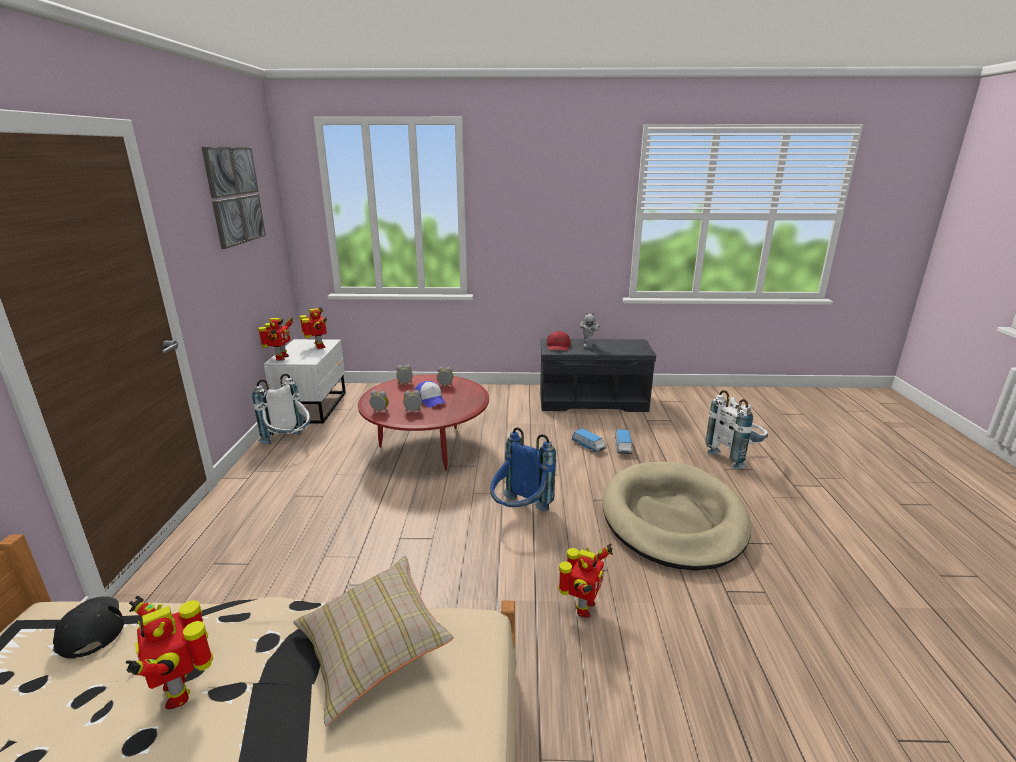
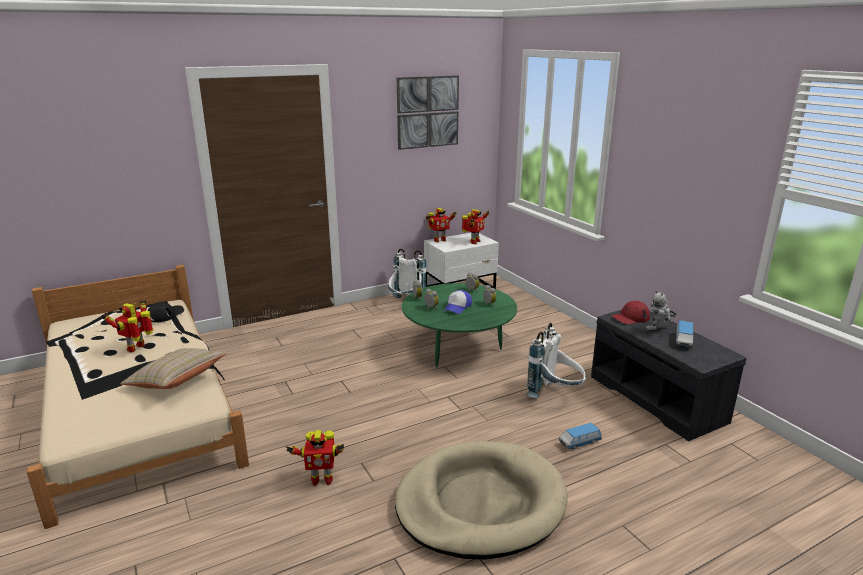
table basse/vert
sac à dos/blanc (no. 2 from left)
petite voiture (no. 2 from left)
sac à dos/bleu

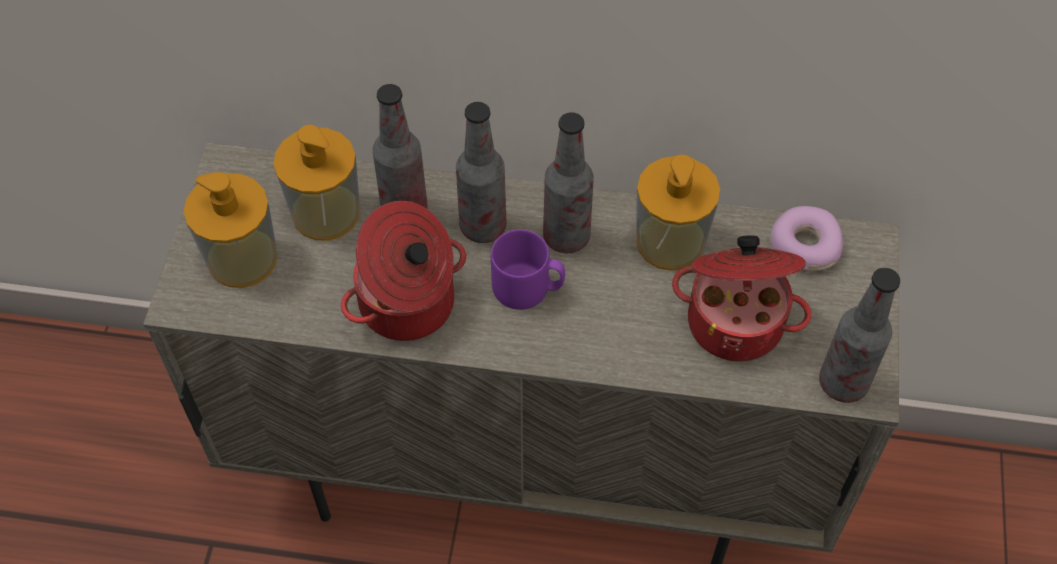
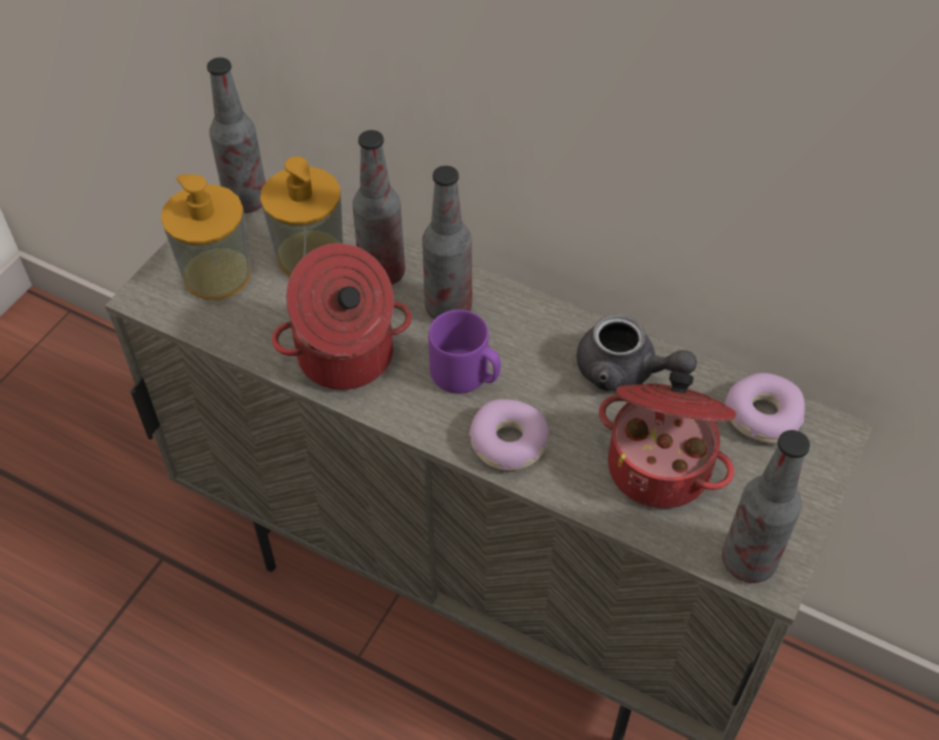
bouteille (no. 1 from left)
beignet (no. 1 from left)
théière/gris

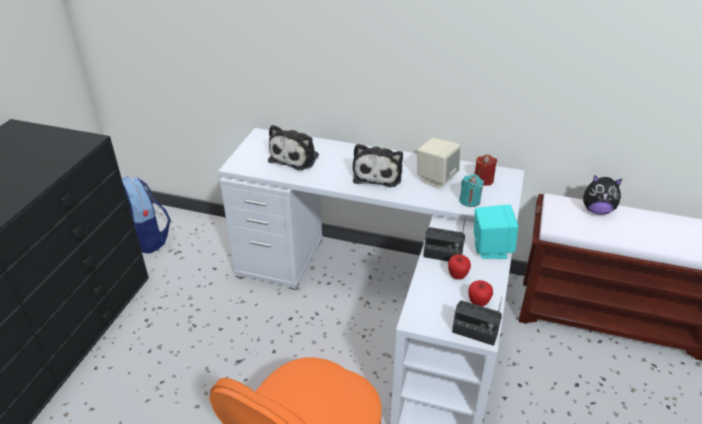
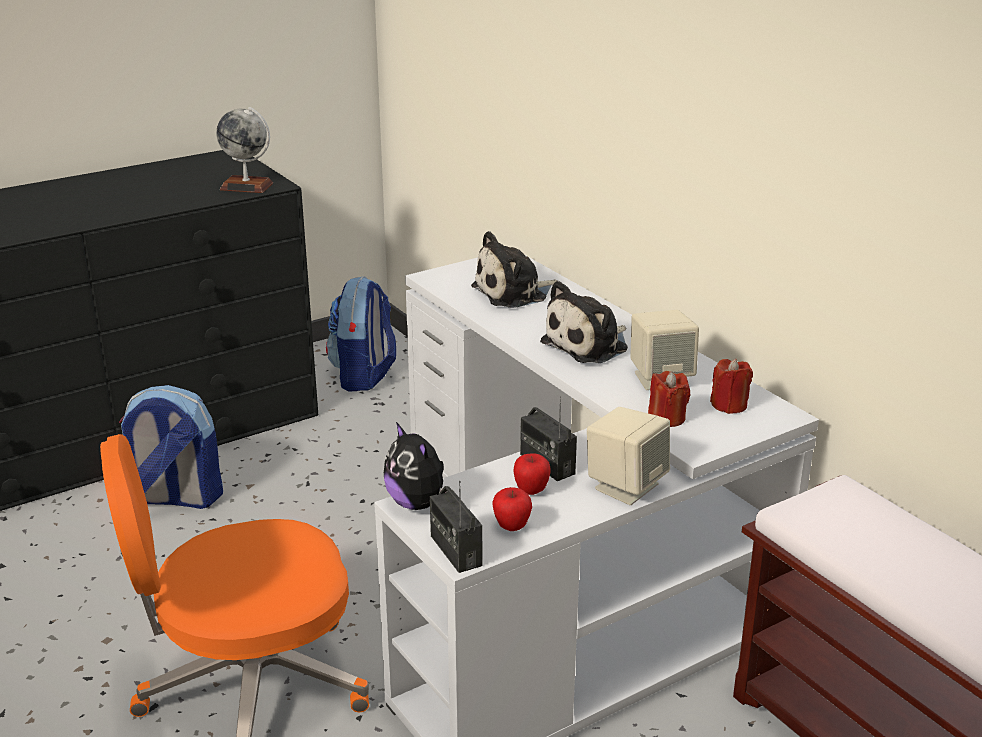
sac à dos (no. 1 from left)
globe
peluche (no. 1 from left)
enceinte/beige (no. 1 from left)
bougie/rouge (no. 1 from left)

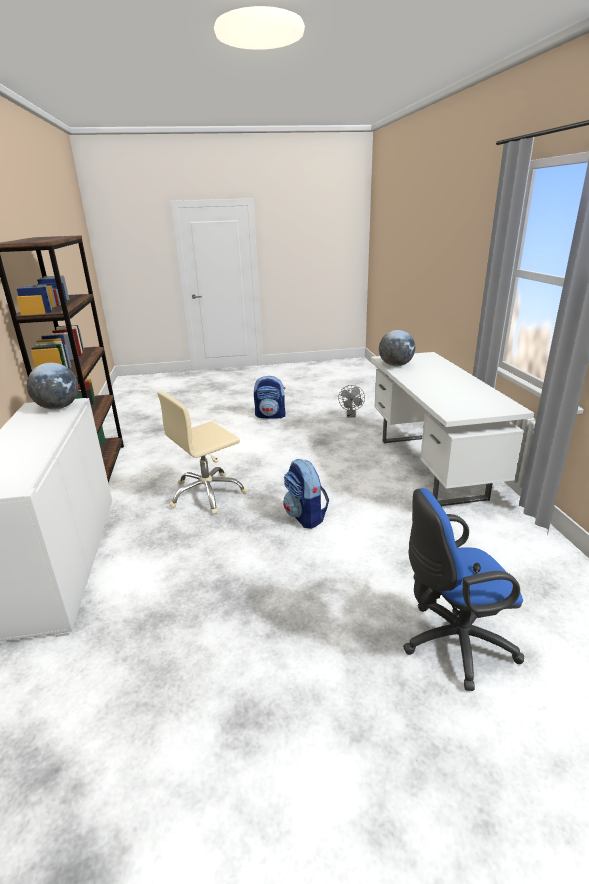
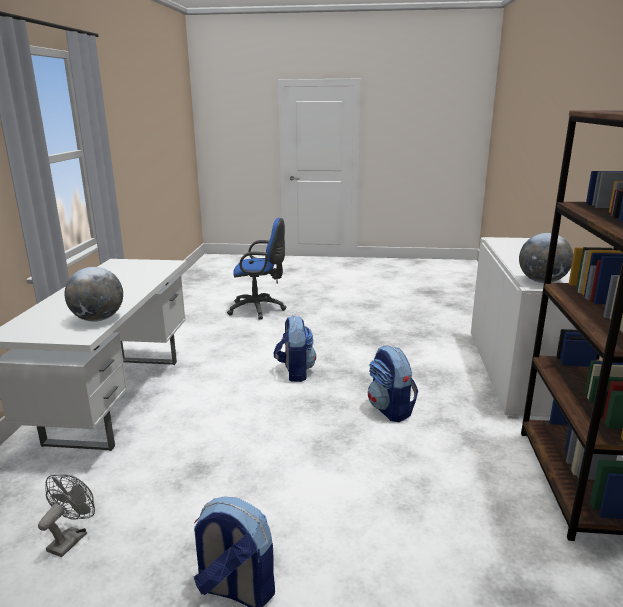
sac à dos (no. 3 from left)

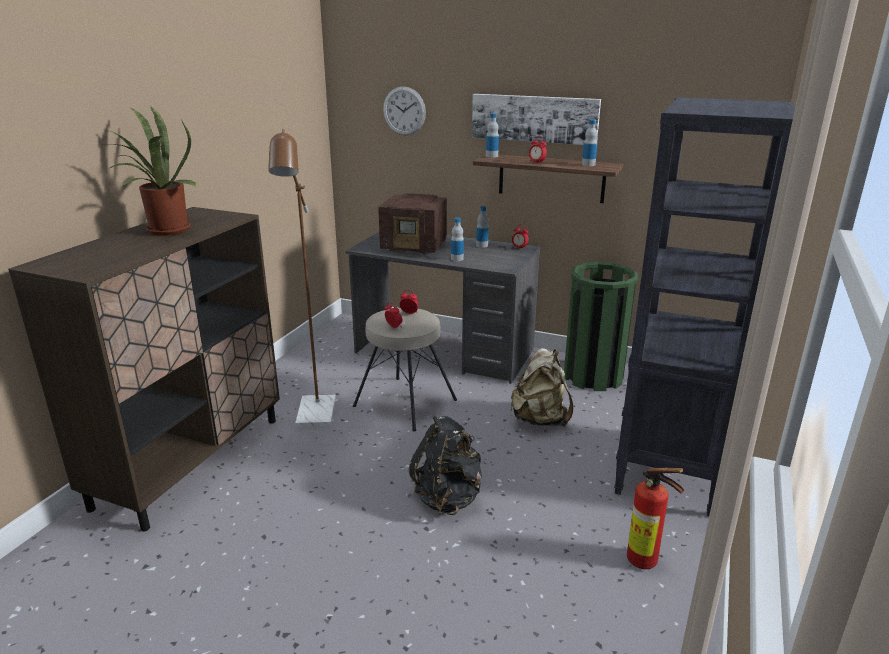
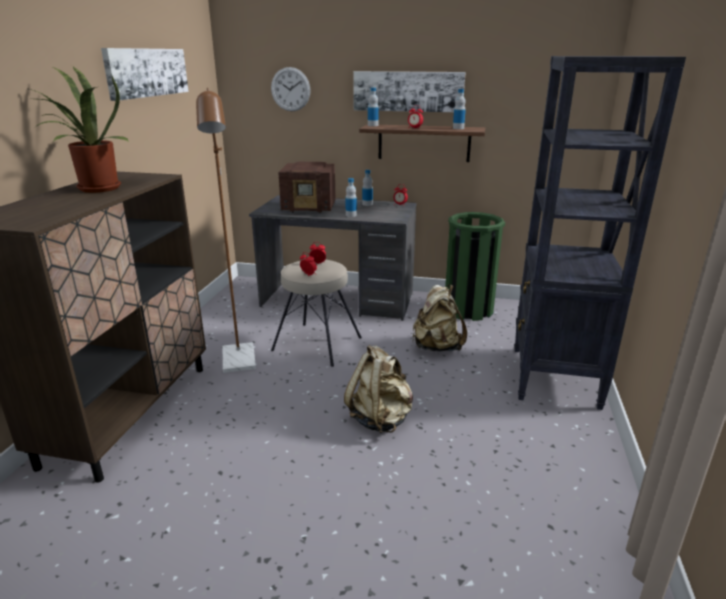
tableau (no. 1 from left)
sac à dos/beige (no. 1 from left)
extincteur

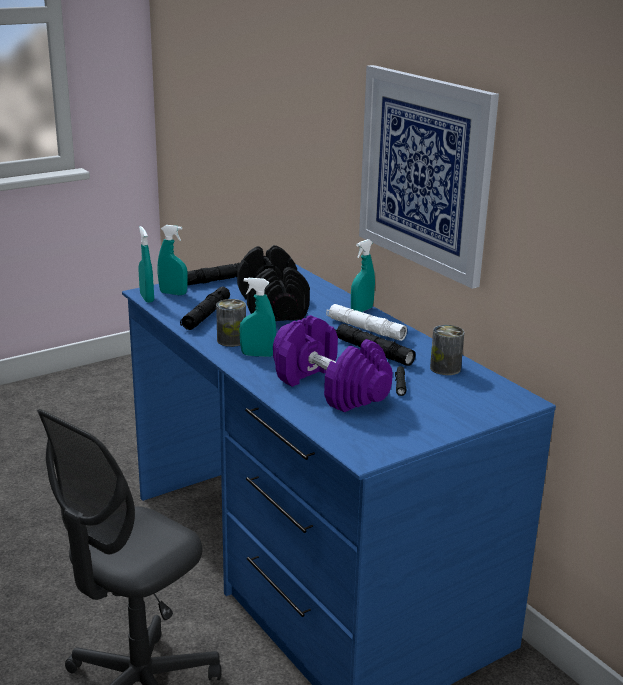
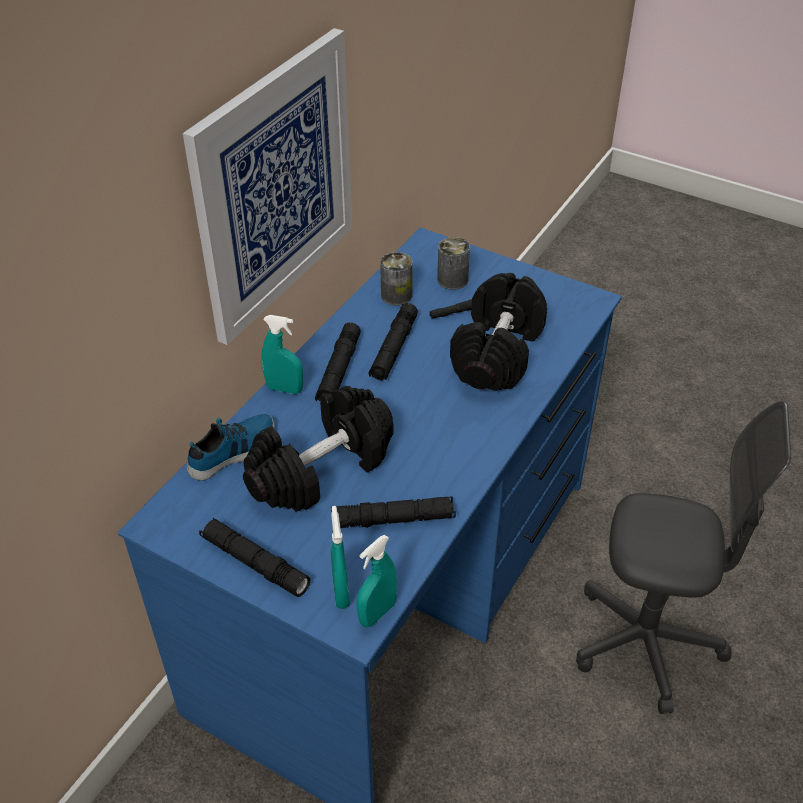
chaussure
lampe de poche/noir (no. 2 from left)
boîte métallique (no. 2 from left)
haltère/noir (no. 2 from left)
vaporisateur/turquoise (no. 3 from left in the first image)

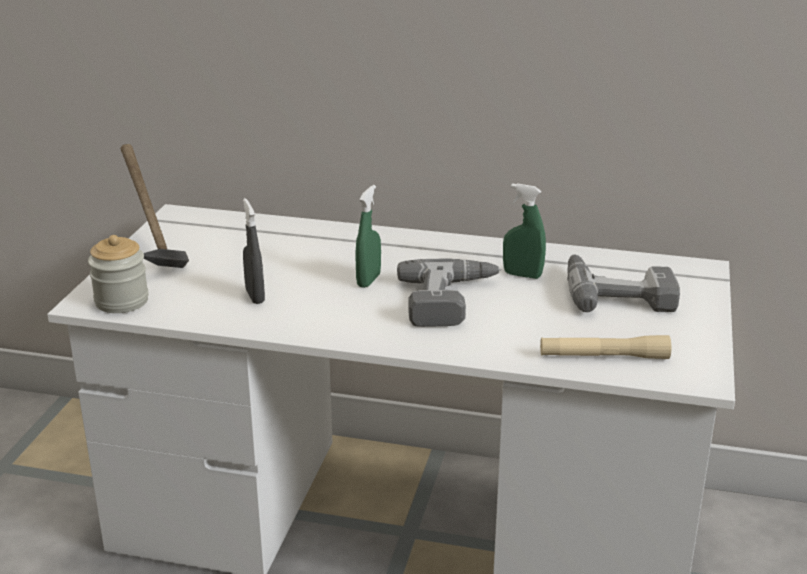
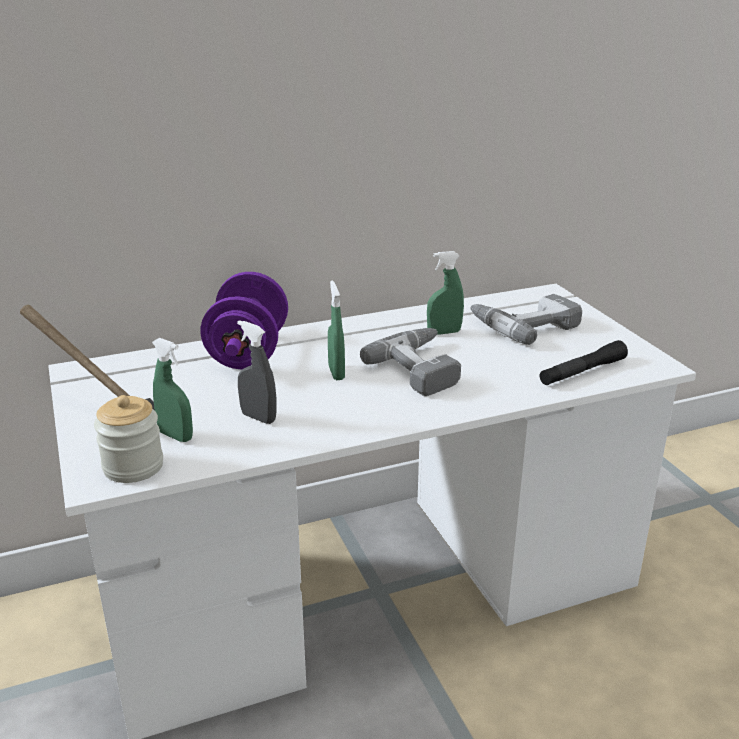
vaporisateur/vert (no. 1 from left)
haltère/violet
lampe de poche/noir

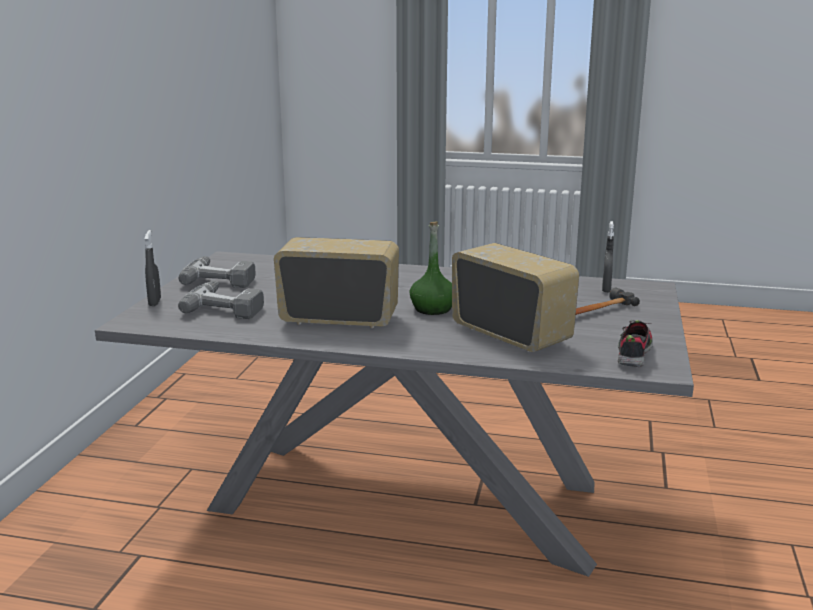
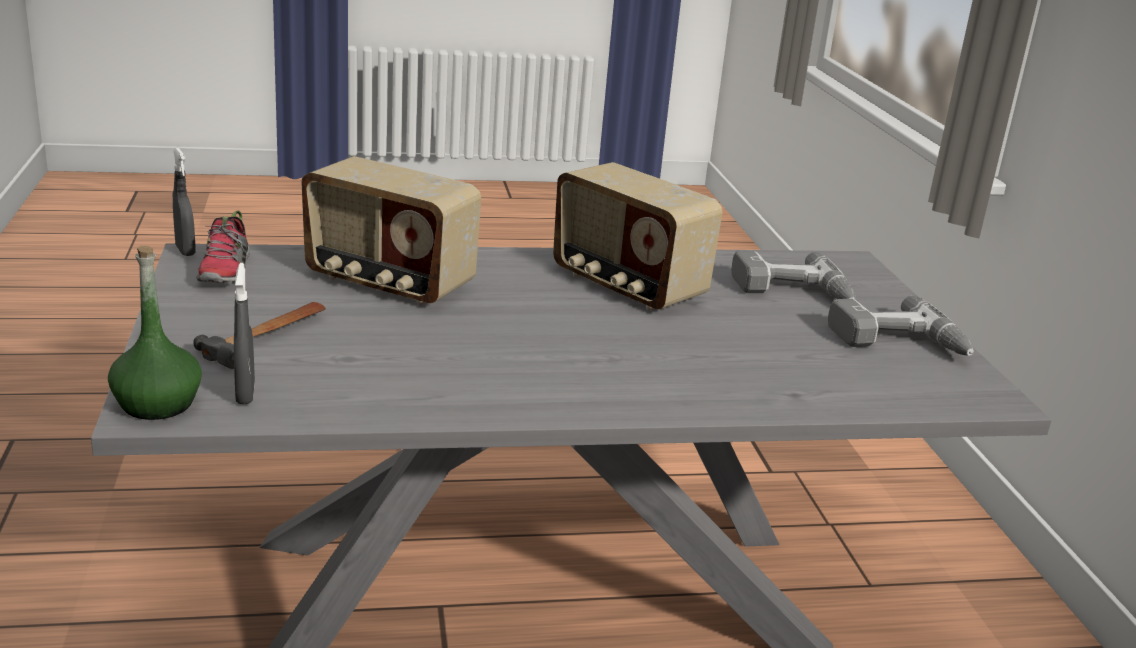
bouteille/vert
vaporisateur/gris (no. 1 from left)
radio (no. 2 from left)

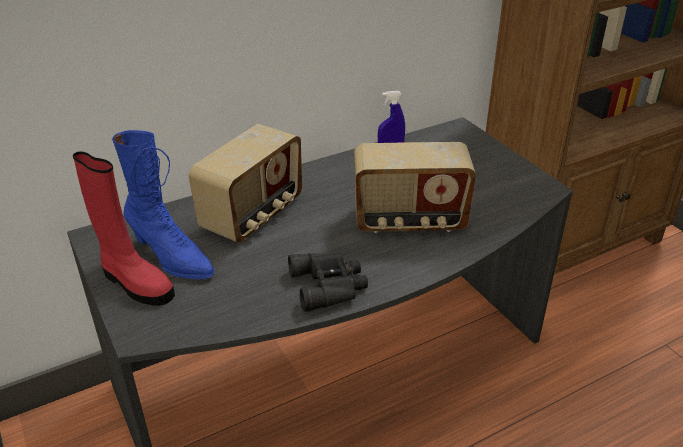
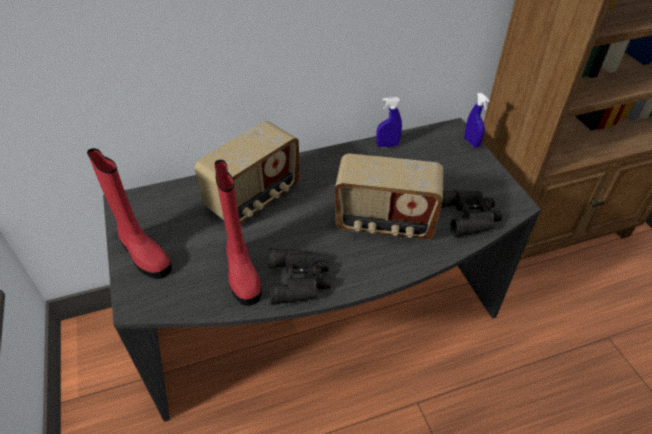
botte/rouge (no. 2 from left)
jumelles/noir (no. 2 from left)
vaporisateur/bleu (no. 2 from left)
botte/bleu

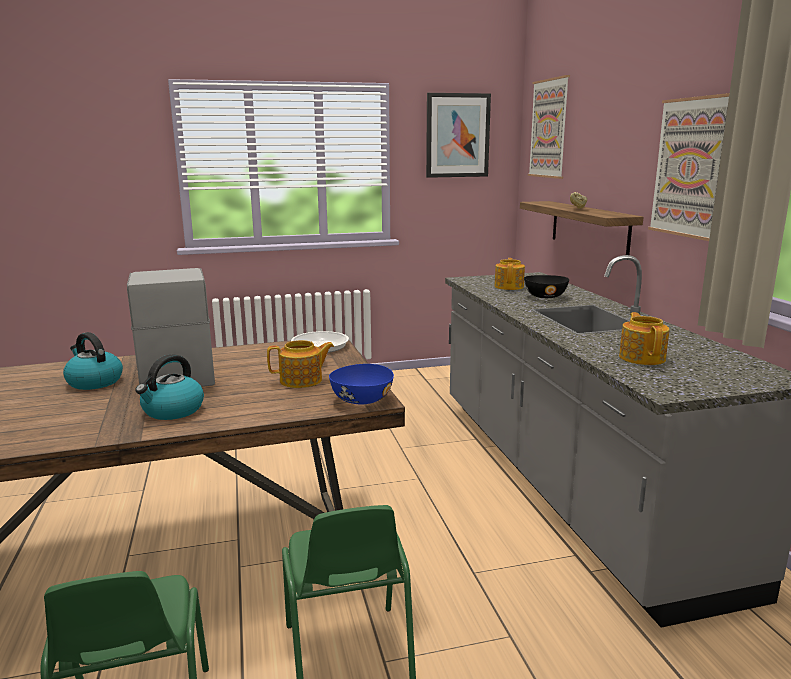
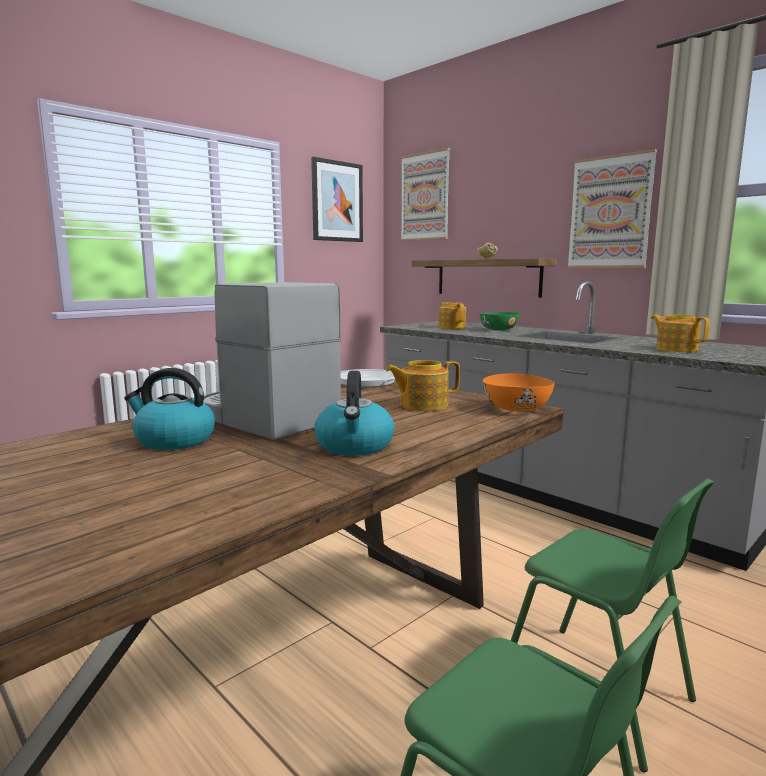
théière (no. 1 from left)
bol/vert
bol/orange

